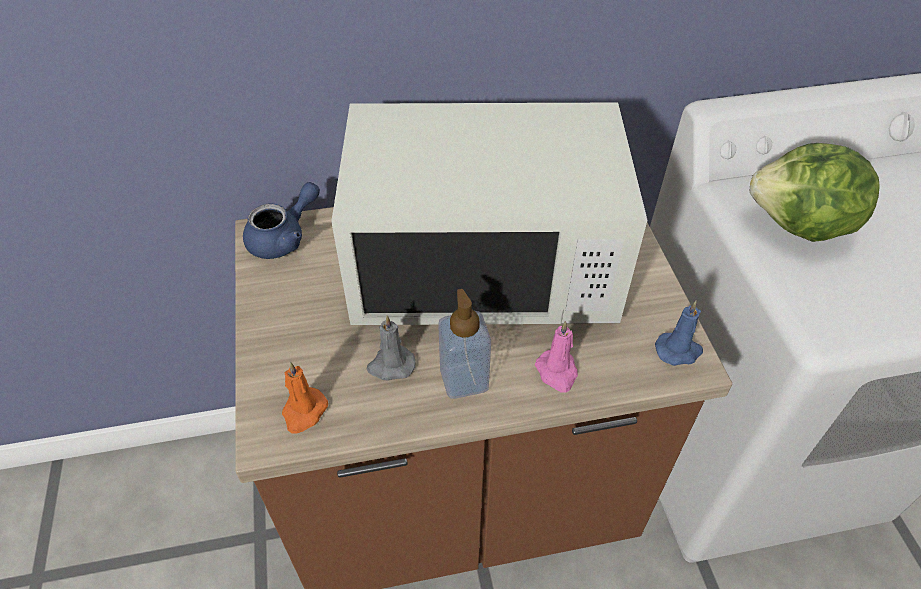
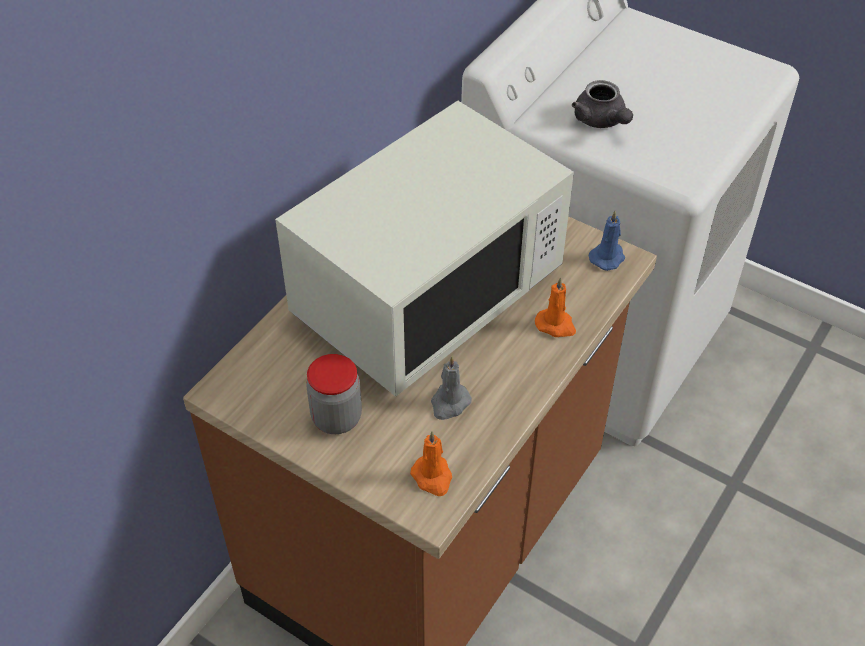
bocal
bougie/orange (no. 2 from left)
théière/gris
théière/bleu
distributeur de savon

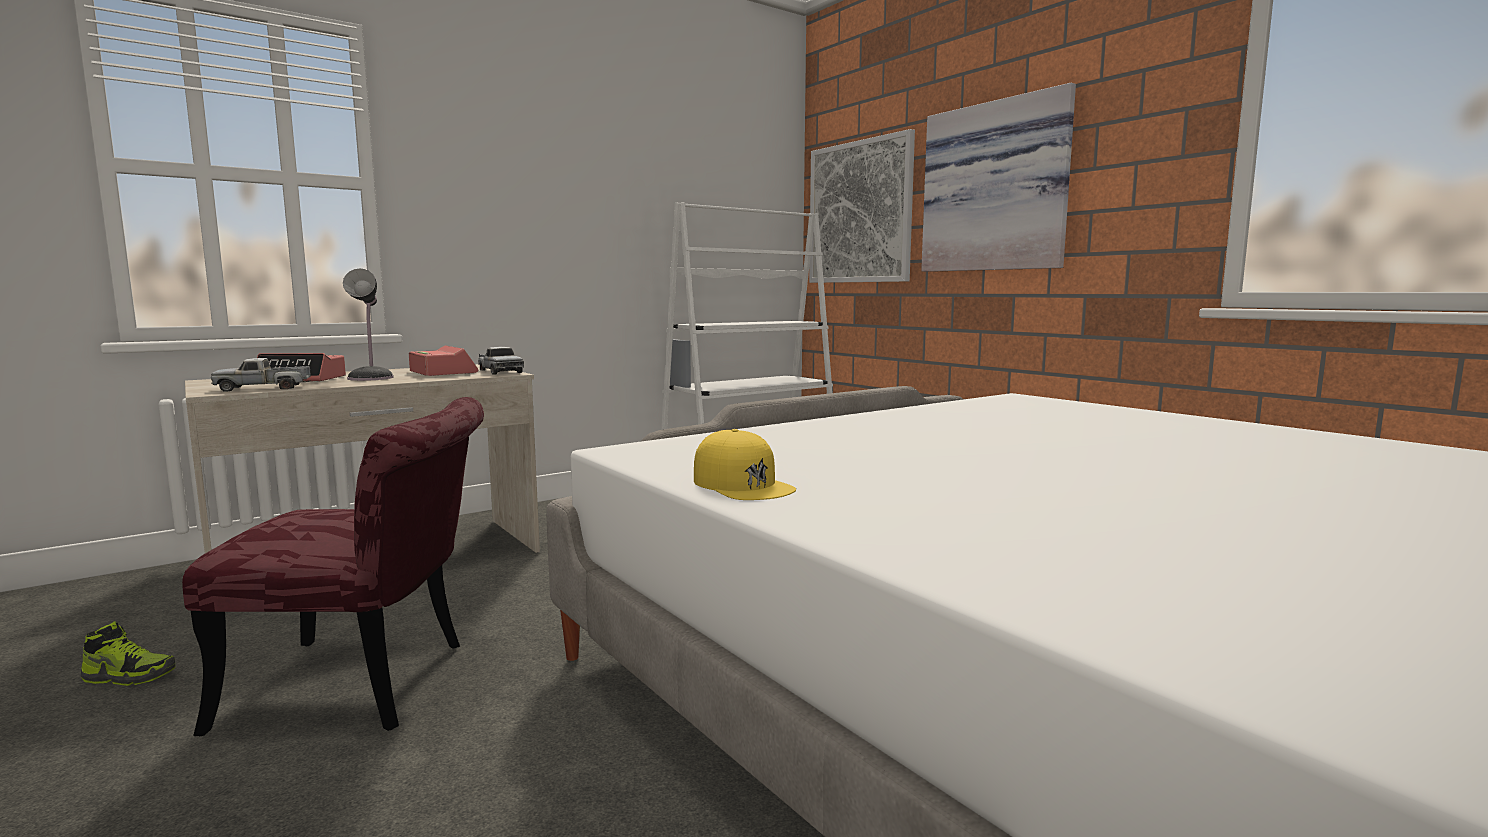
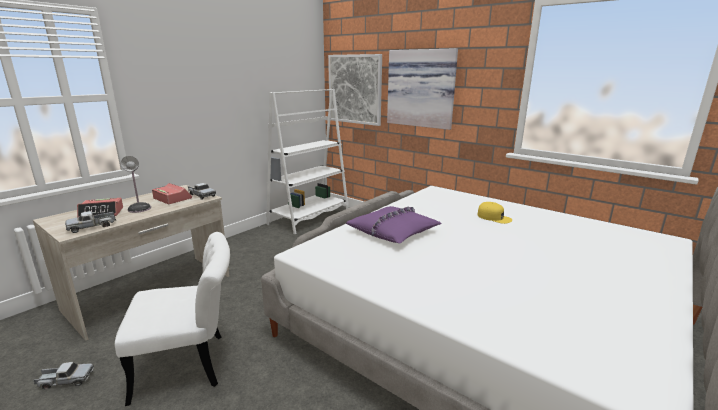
camion jouet (no. 1 from left)
chaise/blanc
coussin/violet
casquette/jaune

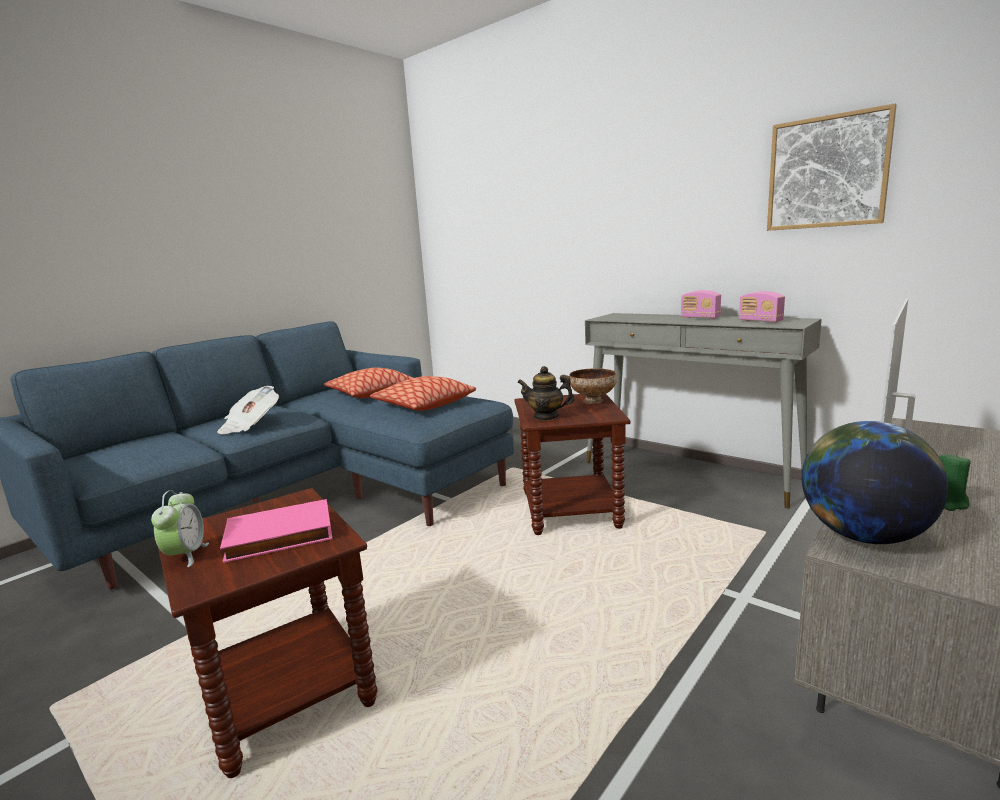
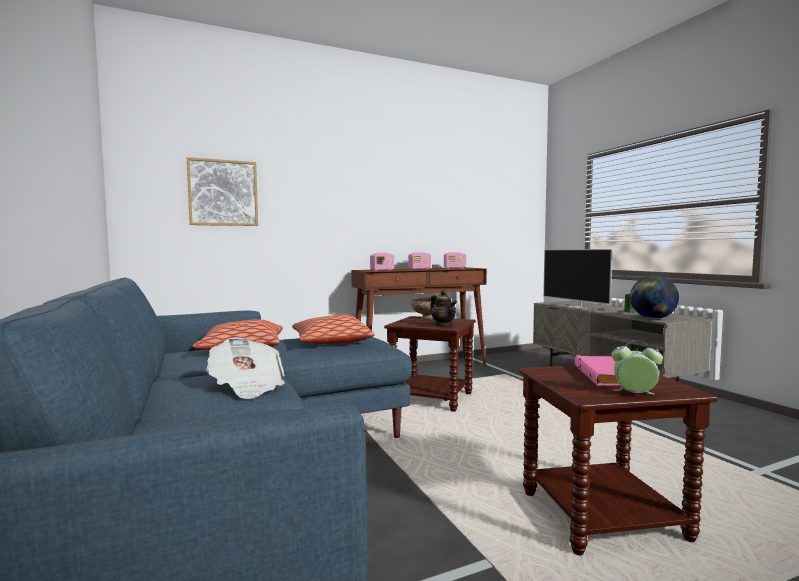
tableau
table console/marron
radio (no. 1 from left)
théière

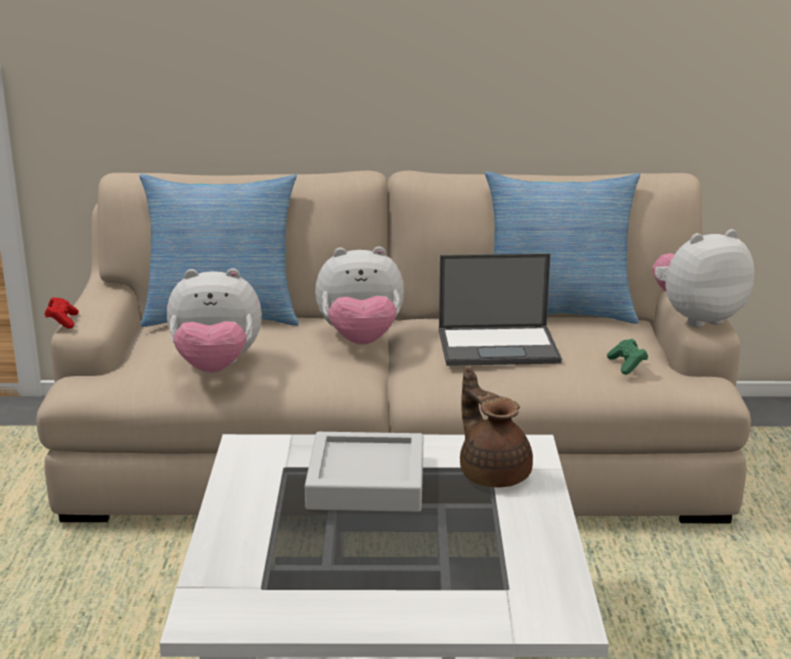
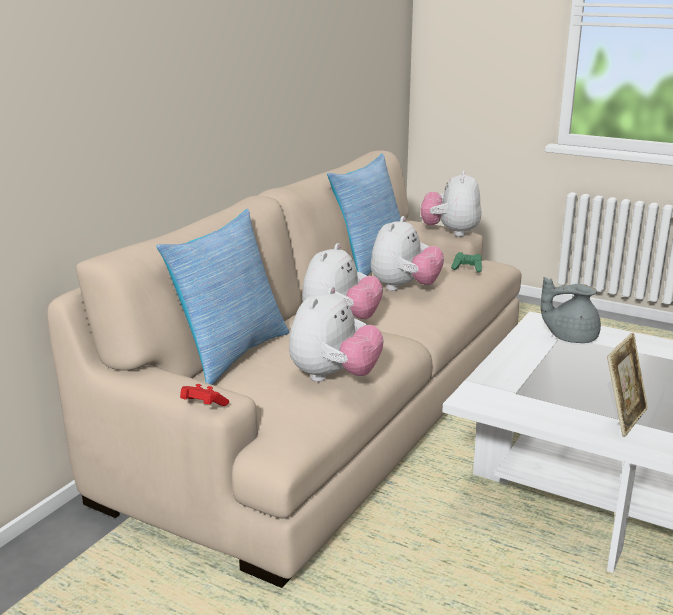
peluche (no. 3 from left)
théière/gris
cadre photo
plateau/gris

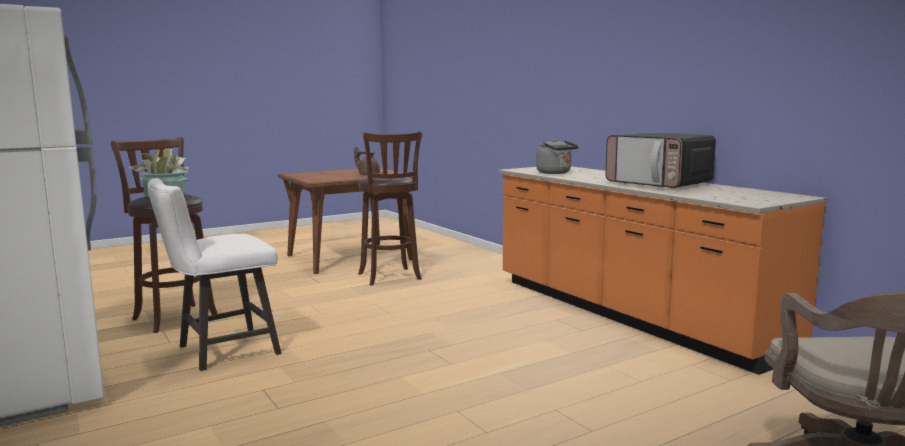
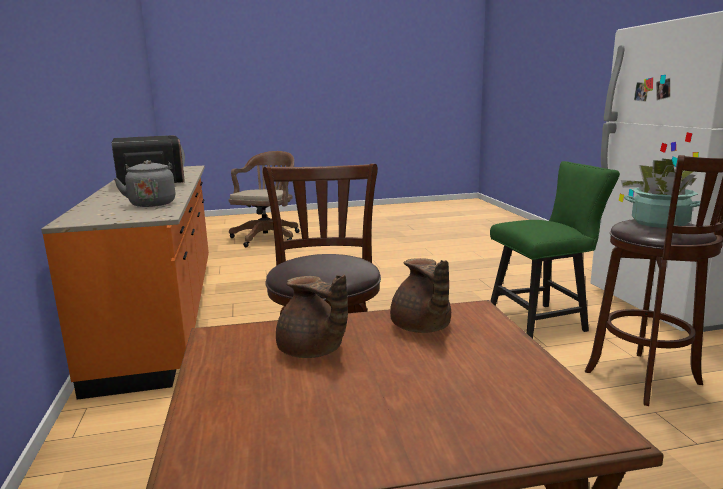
théière/marron (no. 2 from left)
chaise/vert

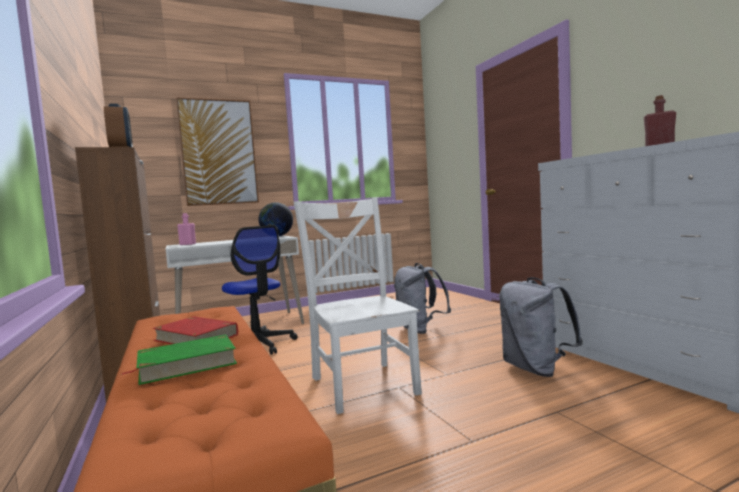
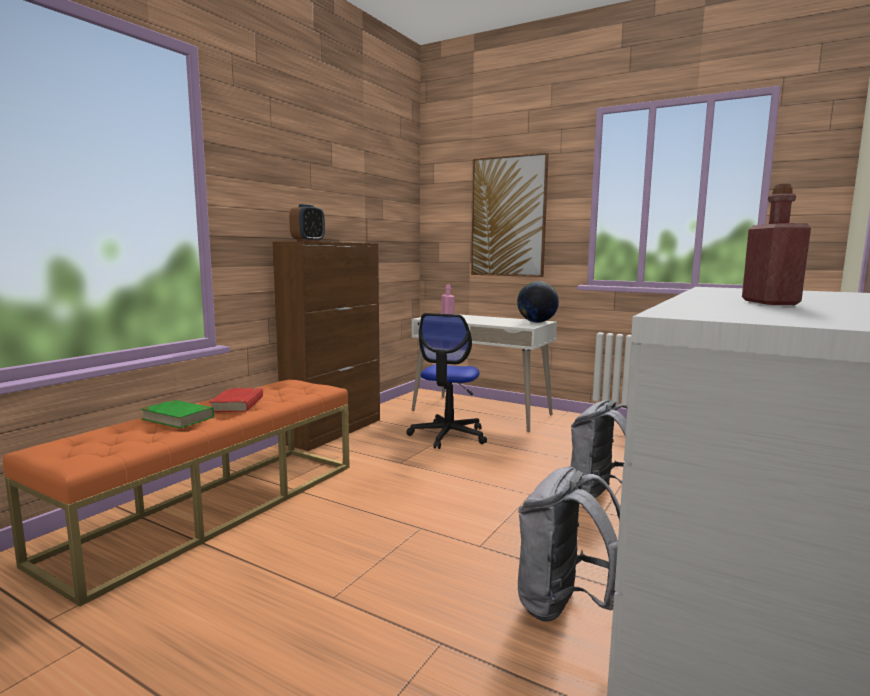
chaise/blanc

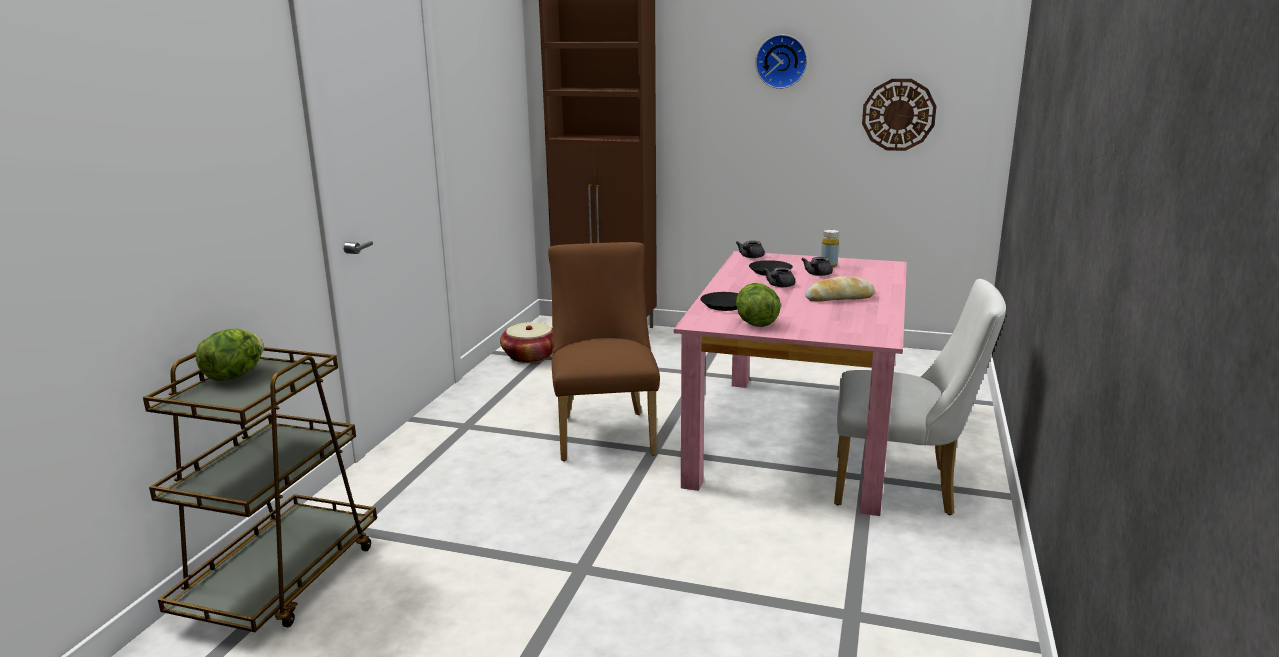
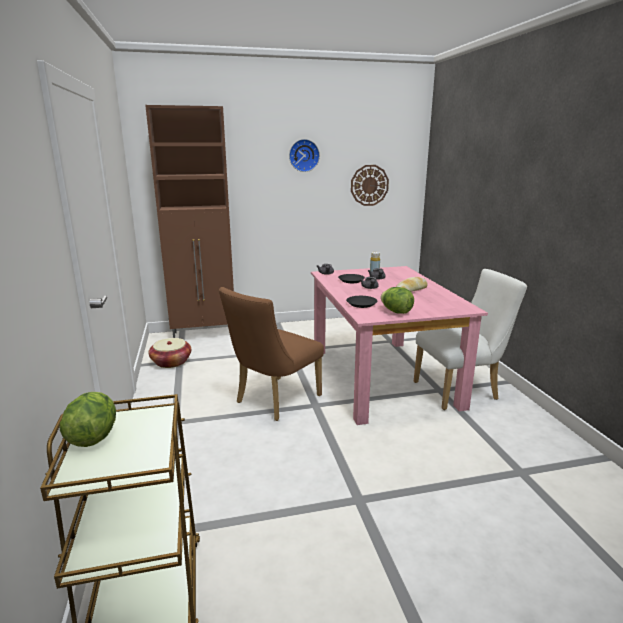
chaise/marron

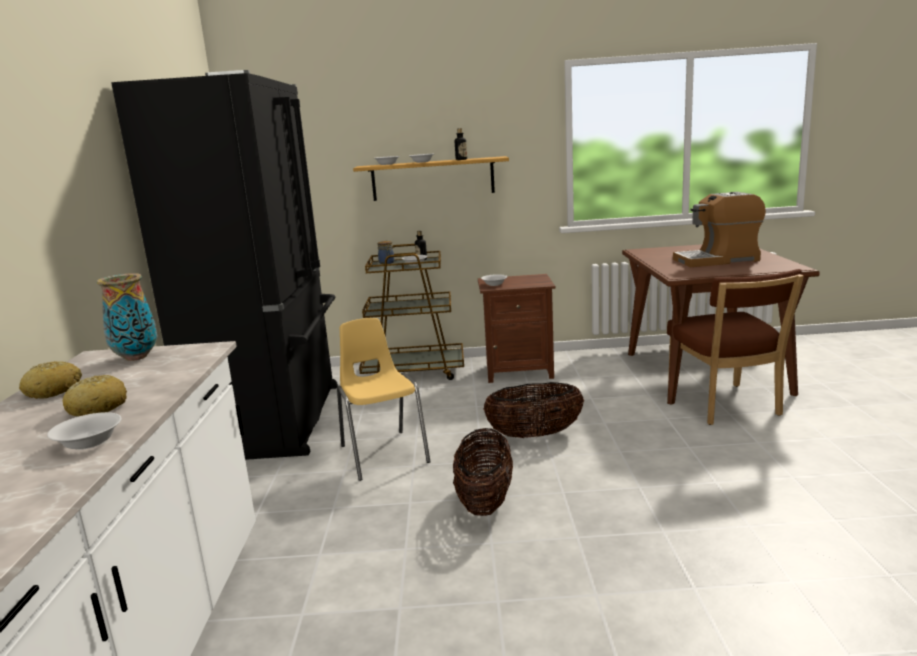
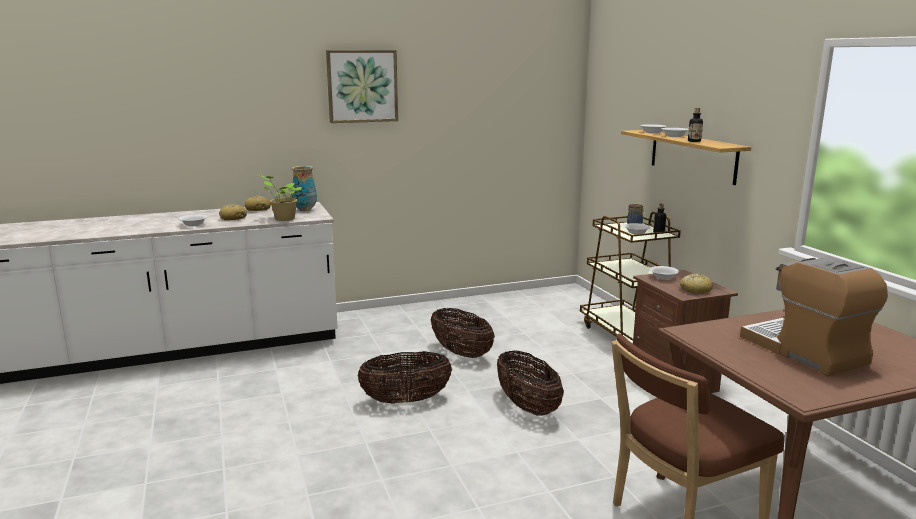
plante en pot
tableau
panier (no. 2 from left)
pain (no. 3 from left)
réfrigérateur/noir

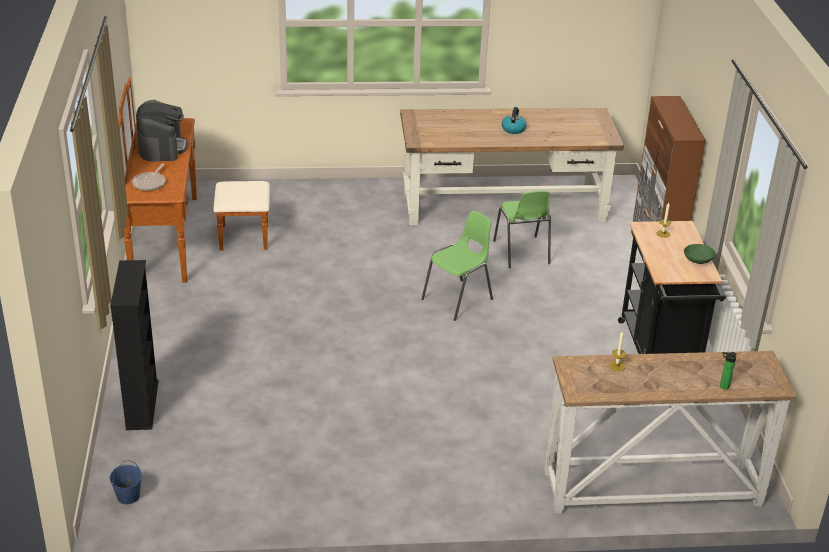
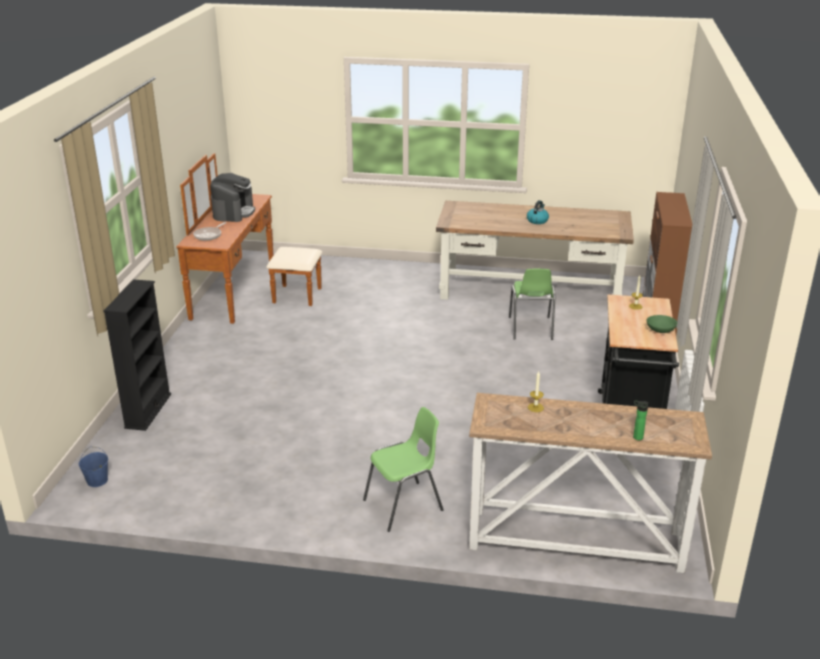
chaise/vert (no. 1 from left)

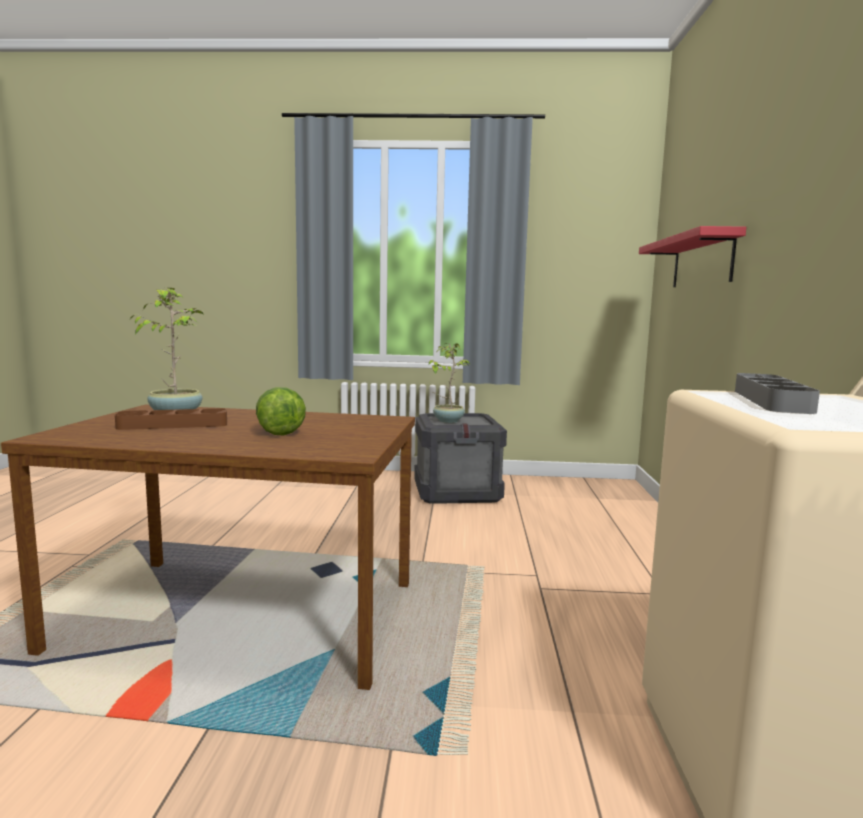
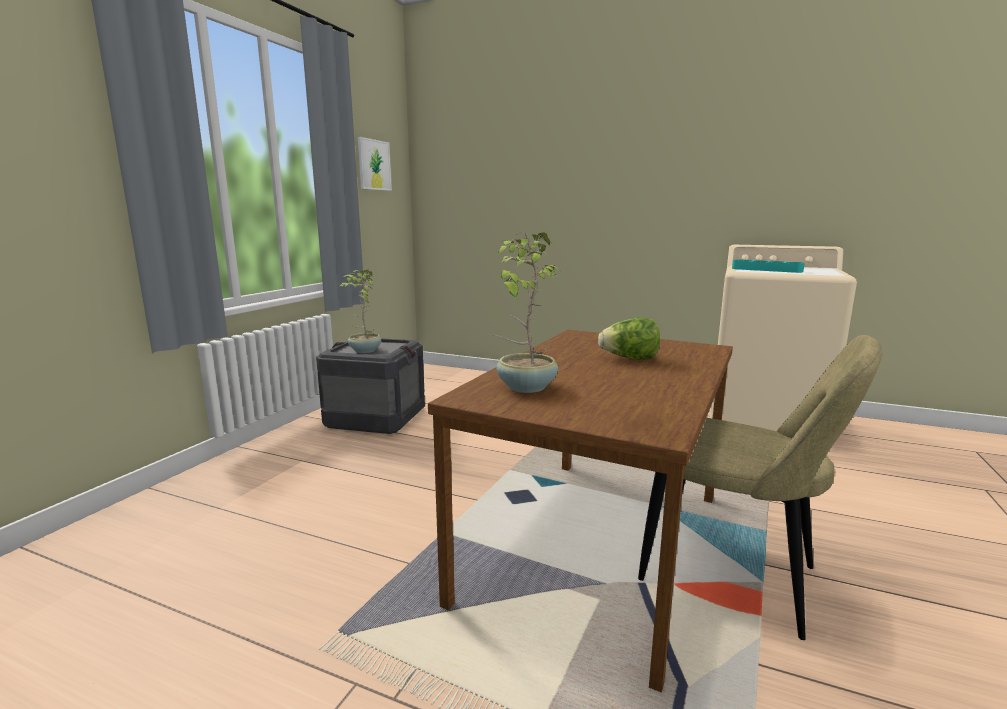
tableau
chaise/beige
plateau/turquoise
plateau/marron
étagère/rouge

